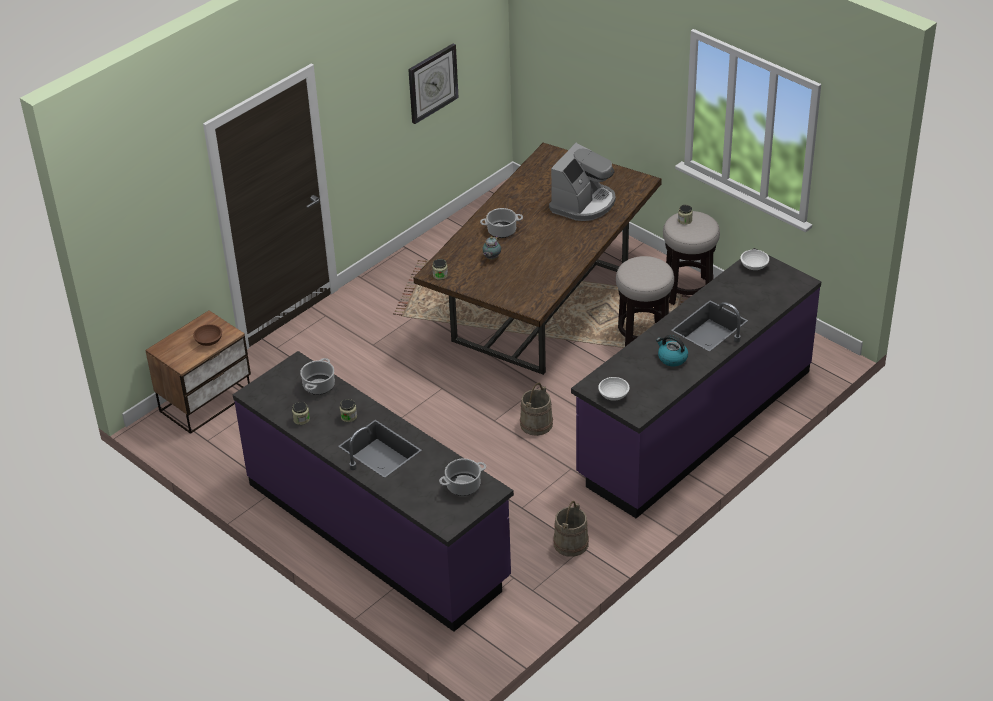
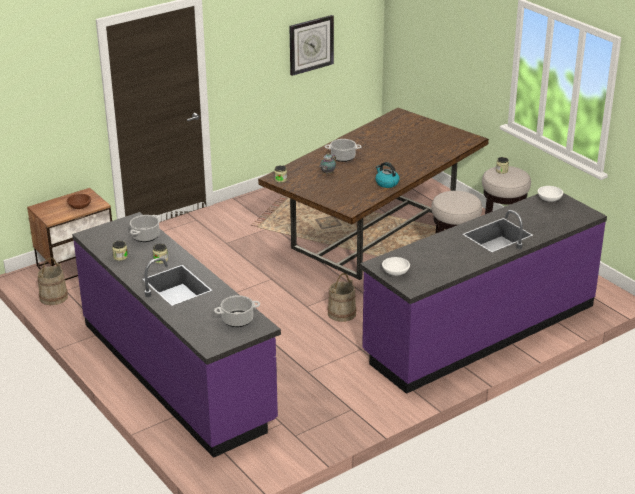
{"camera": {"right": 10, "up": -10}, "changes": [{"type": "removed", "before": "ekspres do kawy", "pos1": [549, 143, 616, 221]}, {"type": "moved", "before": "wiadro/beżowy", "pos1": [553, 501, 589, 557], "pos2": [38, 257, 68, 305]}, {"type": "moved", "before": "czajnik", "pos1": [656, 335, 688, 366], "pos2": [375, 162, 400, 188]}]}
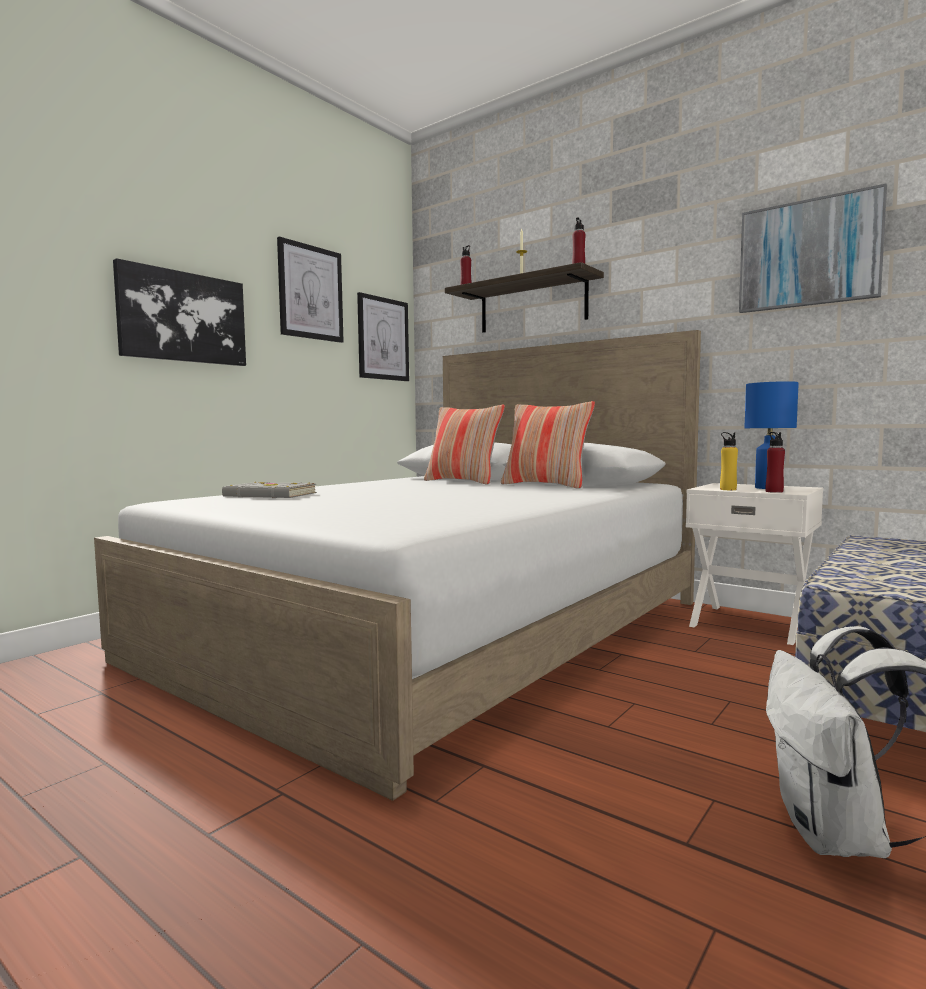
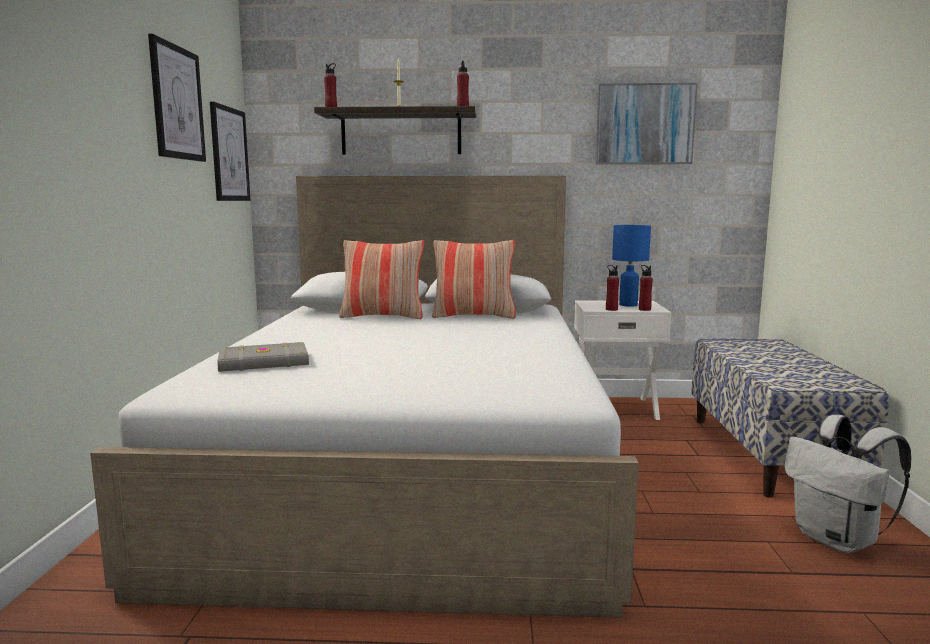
{"camera": {"right": -35, "up": 5}, "changes": [{"type": "removed", "before": "obraz", "pos1": [113, 259, 246, 366]}, {"type": "recoloured", "before": "butelka/żółty", "after": "butelka/czerwony", "pos1": [720, 432, 738, 490], "pos2": [606, 265, 619, 311]}]}
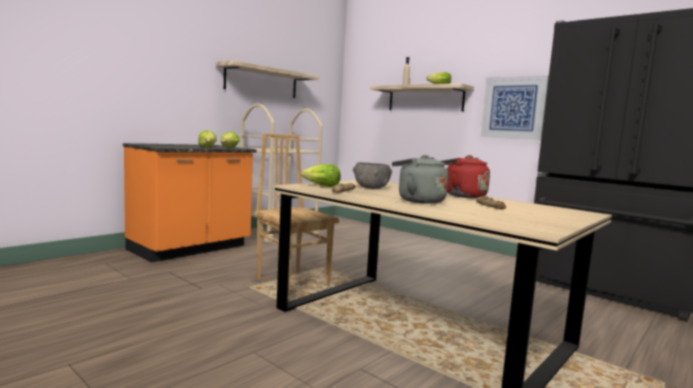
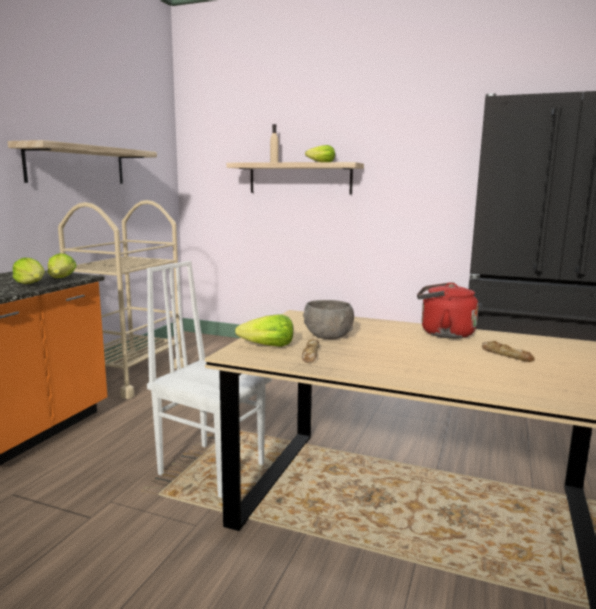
{"camera": {"right": -20, "up": 5}, "changes": [{"type": "recoloured", "before": "krzesło/brązowy", "after": "krzesło/biały", "pos1": [255, 134, 339, 295], "pos2": [147, 261, 272, 498]}, {"type": "removed", "before": "czajnik/szary", "pos1": [392, 155, 448, 204]}, {"type": "removed", "before": "obraz", "pos1": [481, 75, 549, 140]}]}
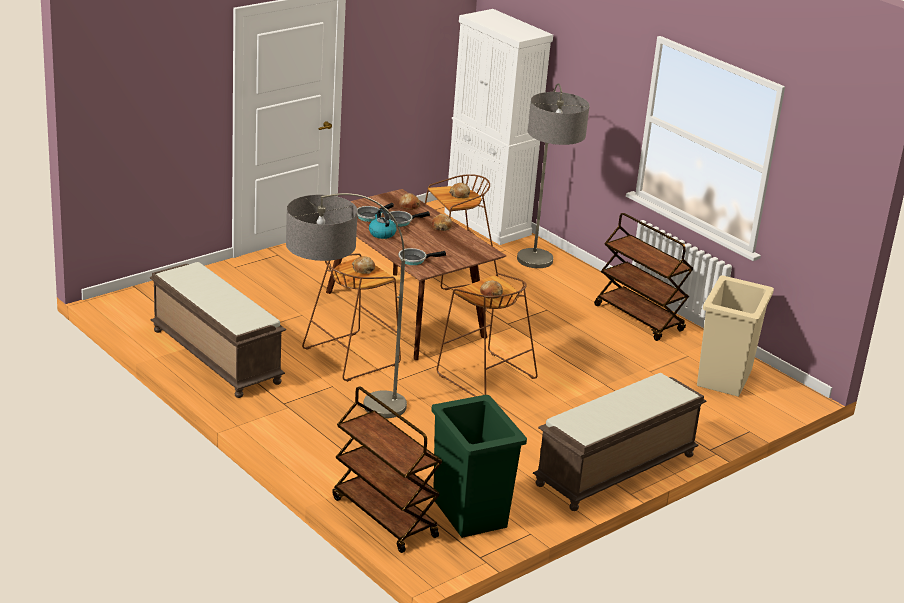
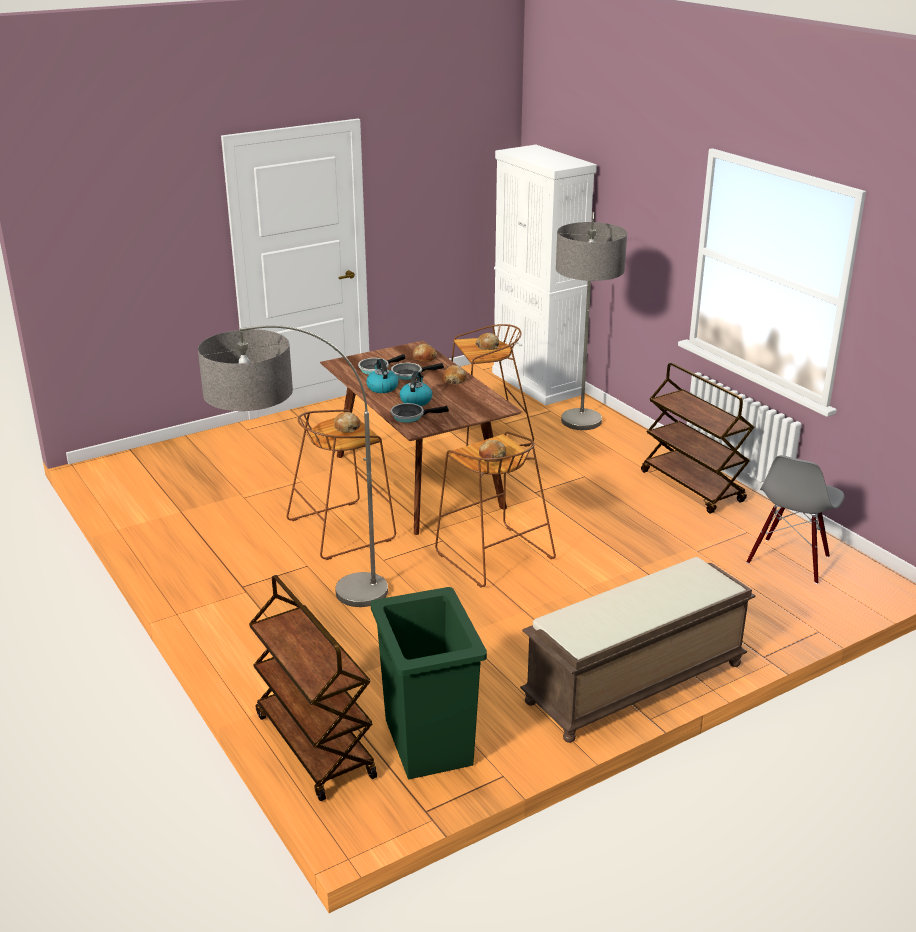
{"camera": {"right": 10, "up": 0}, "changes": [{"type": "removed", "before": "ławka/brązowy", "pos1": [150, 262, 286, 398]}, {"type": "replaced", "before": "kosz na śmieci/beżowy", "after": "krzesło/szary", "pos1": [697, 275, 774, 397], "pos2": [746, 455, 844, 584]}, {"type": "added", "after": "czajnik", "pos2": [400, 371, 432, 406]}]}
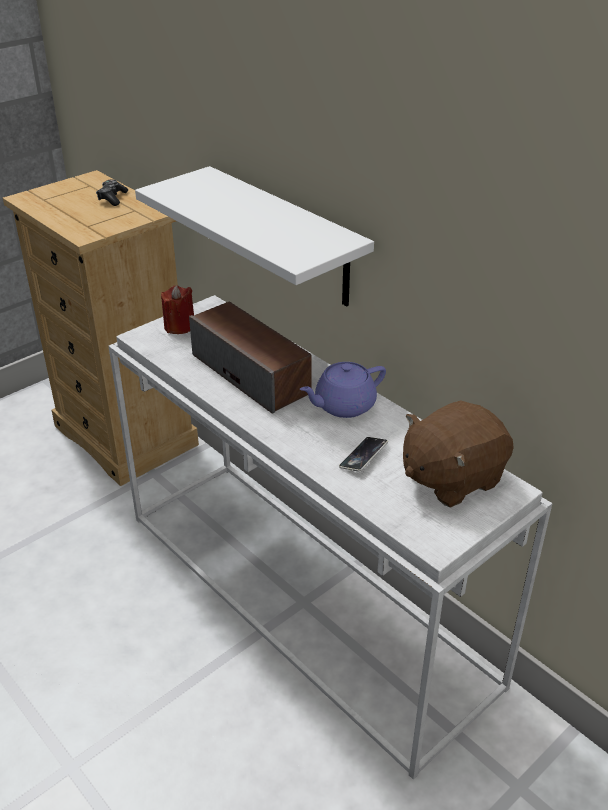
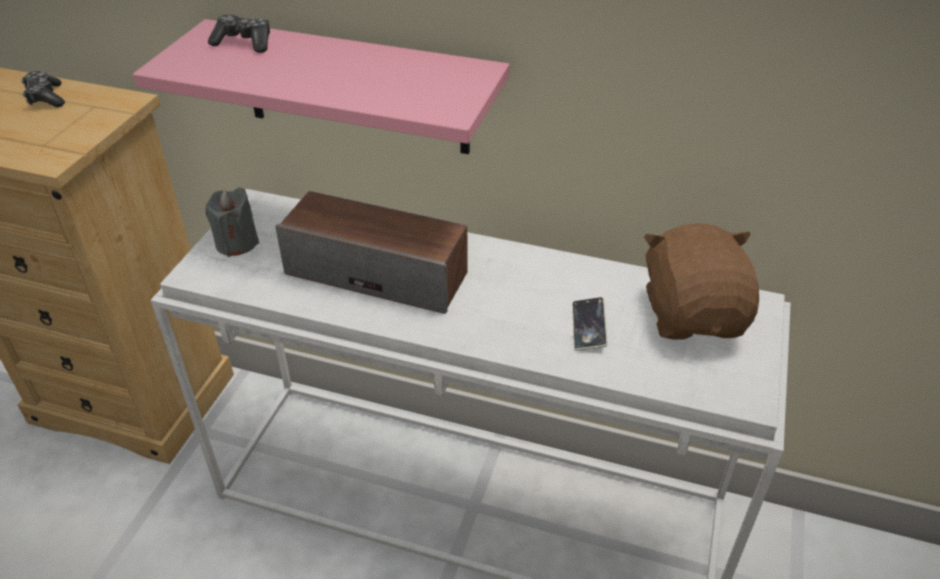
{"camera": {"right": -30, "up": 5}, "changes": [{"type": "recoloured", "before": "półka/biały", "after": "półka/różowy", "pos1": [135, 166, 374, 306], "pos2": [133, 19, 509, 154]}, {"type": "recoloured", "before": "świeca/czerwony", "after": "świeca/szary", "pos1": [161, 285, 194, 334], "pos2": [205, 188, 259, 257]}, {"type": "removed", "before": "imbryk/fioletowy", "pos1": [300, 362, 386, 418]}, {"type": "turned", "before": "pluszak/brązowy", "pos1": [403, 400, 514, 508], "pos2": [644, 223, 759, 340], "turn": 150}, {"type": "added", "after": "pad do gier", "pos2": [208, 14, 270, 53]}]}
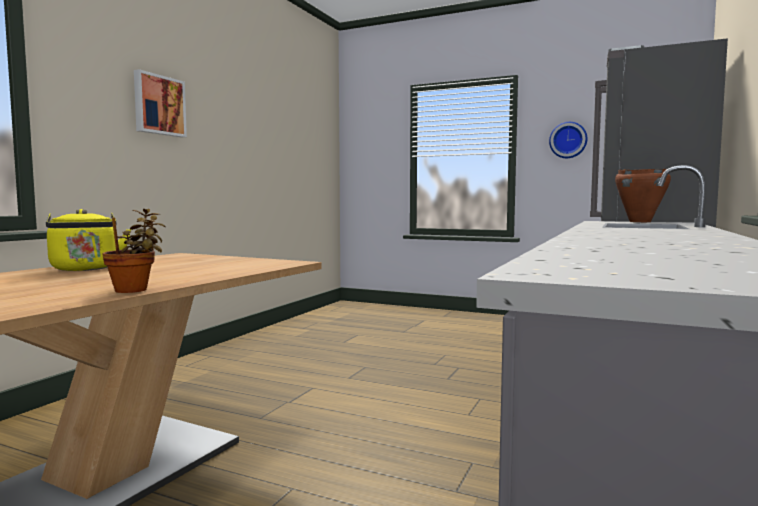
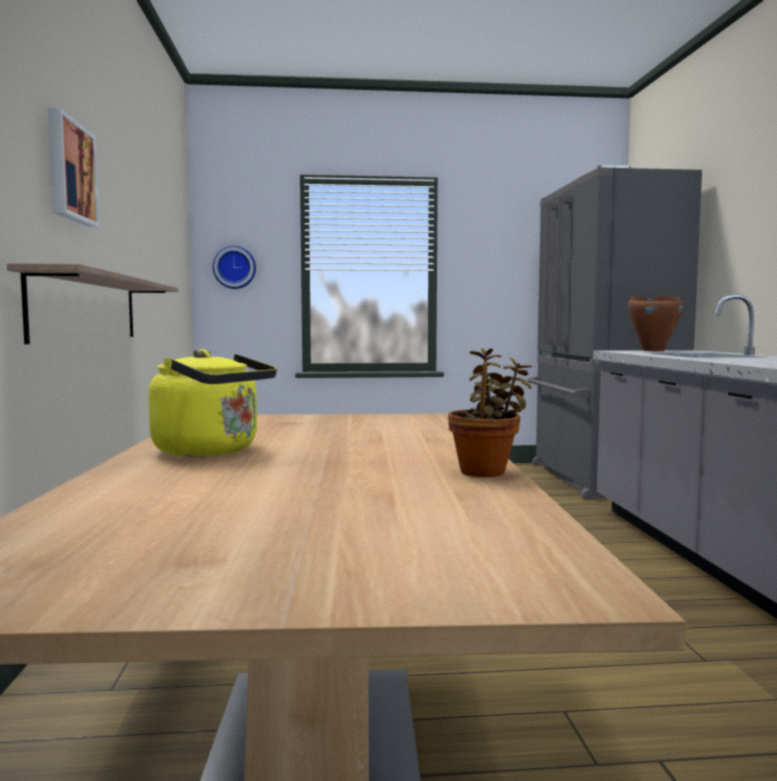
{"camera": {"right": -30, "up": 0}, "changes": [{"type": "moved", "before": "zegar ścienny", "pos1": [549, 122, 587, 158], "pos2": [213, 246, 256, 289]}, {"type": "added", "after": "półka", "pos2": [7, 263, 178, 344]}]}
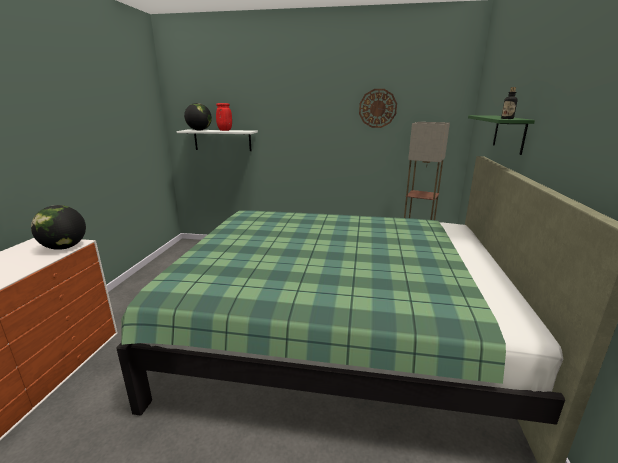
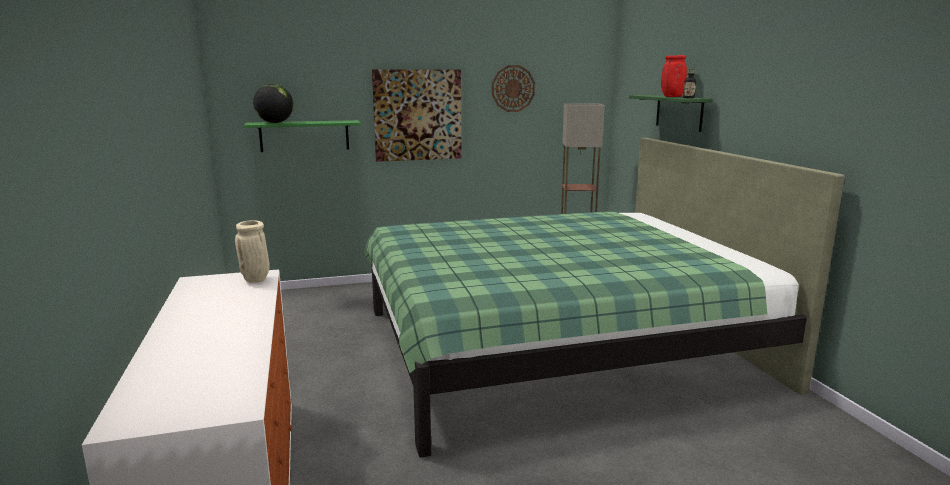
{"camera": {"right": -25, "up": -5}, "changes": [{"type": "replaced", "before": "globus", "after": "wazon/beżowy", "pos1": [31, 205, 86, 250], "pos2": [235, 220, 270, 283]}, {"type": "recoloured", "before": "półka/biały", "after": "półka/zielony", "pos1": [177, 130, 258, 151], "pos2": [244, 120, 361, 152]}, {"type": "moved", "before": "wazon/czerwony", "pos1": [216, 103, 232, 131], "pos2": [661, 55, 687, 97]}, {"type": "added", "after": "obraz", "pos2": [372, 69, 461, 162]}]}
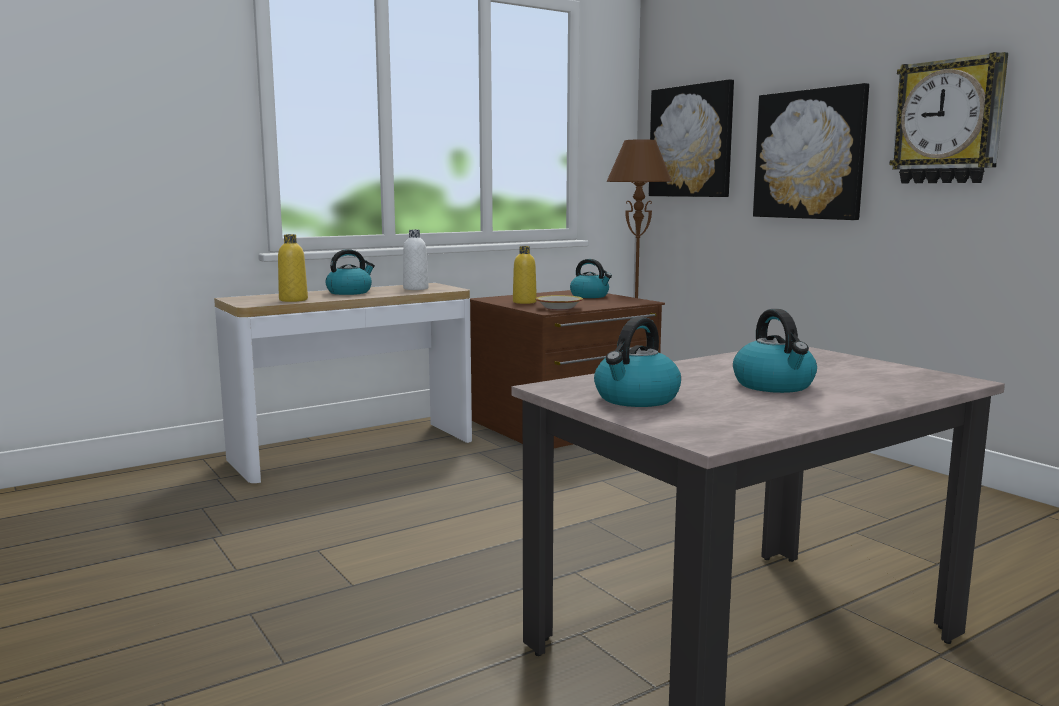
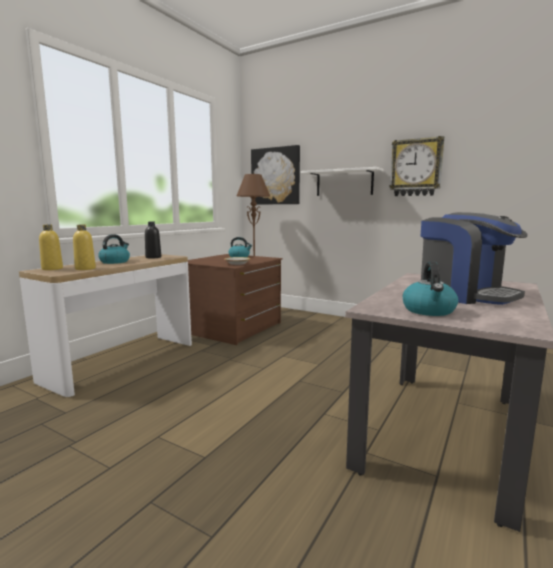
{"camera": {"right": -25, "up": 0}, "changes": [{"type": "recoloured", "before": "butelka/biały", "after": "butelka/czarny", "pos1": [403, 230, 429, 290], "pos2": [145, 222, 161, 259]}, {"type": "moved", "before": "butelka/żółty", "pos1": [513, 246, 537, 304], "pos2": [39, 225, 63, 270]}, {"type": "replaced", "before": "czajnik", "after": "ekspres do kawy", "pos1": [733, 309, 817, 393], "pos2": [421, 212, 528, 305]}, {"type": "replaced", "before": "obraz", "after": "półka/biały", "pos1": [753, 83, 869, 220], "pos2": [301, 167, 383, 196]}]}
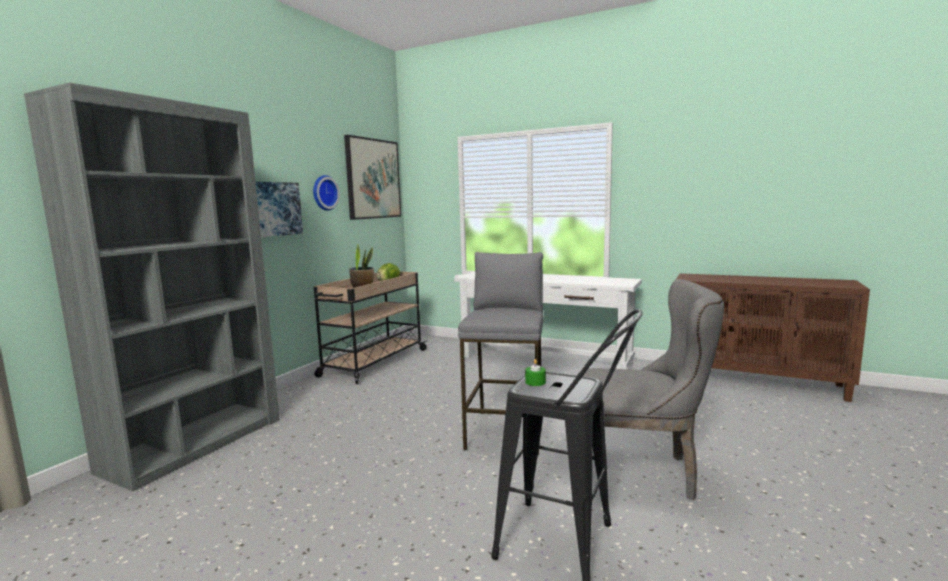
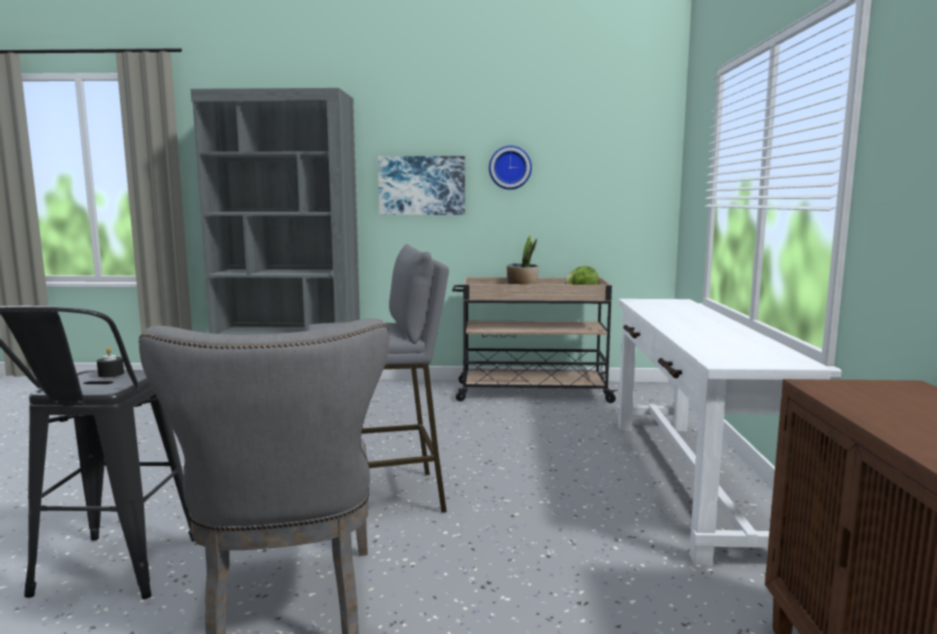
{"camera": {"right": 65, "up": 0}, "changes": [{"type": "removed", "before": "obraz", "pos1": [344, 135, 401, 220]}, {"type": "recoloured", "before": "świeca/zielony", "after": "świeca/czarny", "pos1": [525, 359, 546, 386], "pos2": [97, 347, 124, 377]}]}
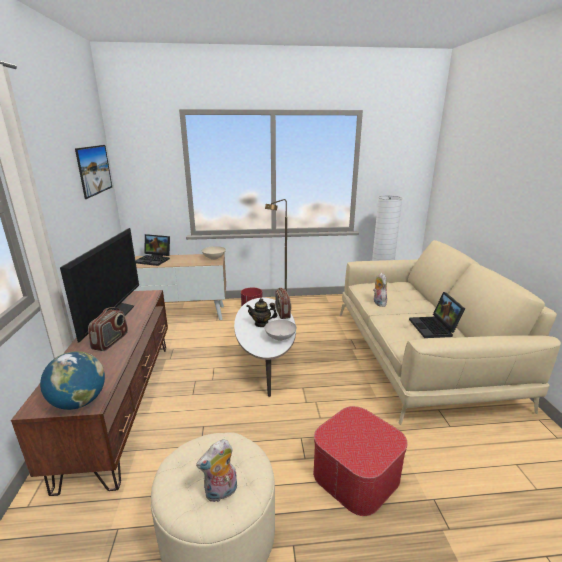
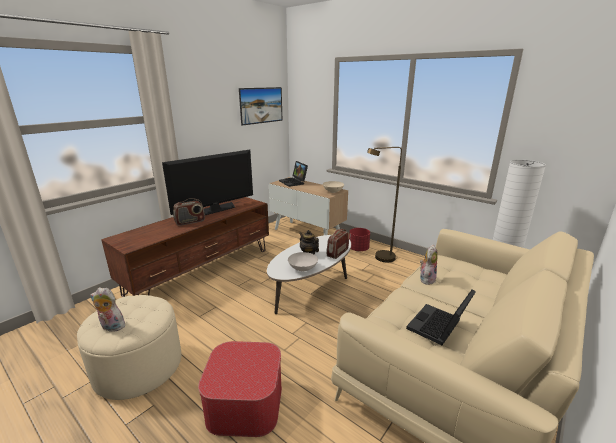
{"camera": {"right": 45, "up": 0}, "changes": [{"type": "removed", "before": "globus", "pos1": [40, 351, 105, 410]}]}
